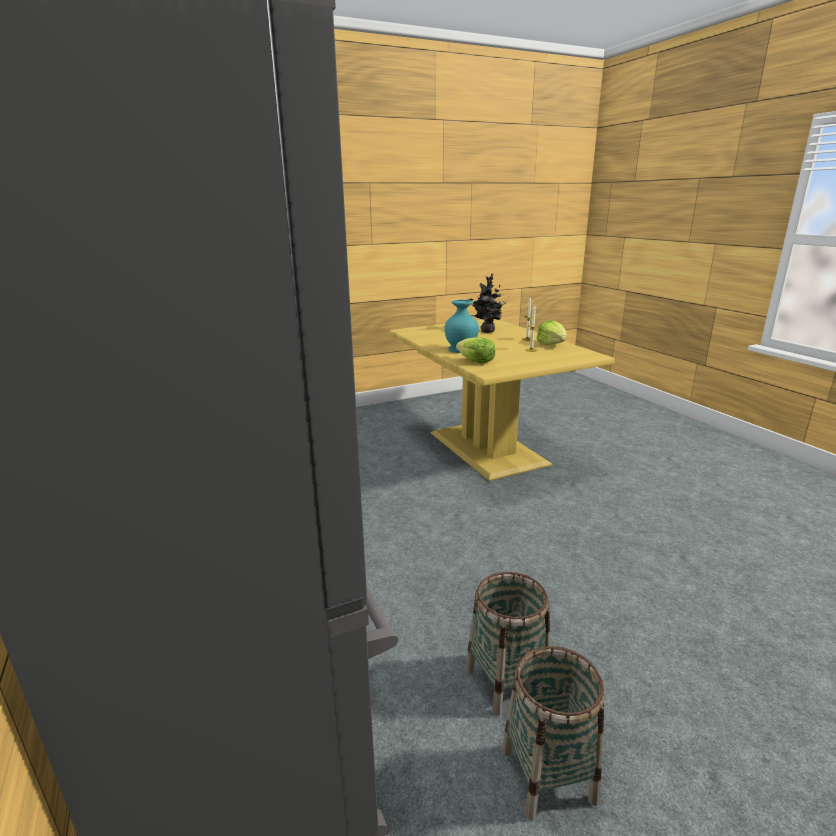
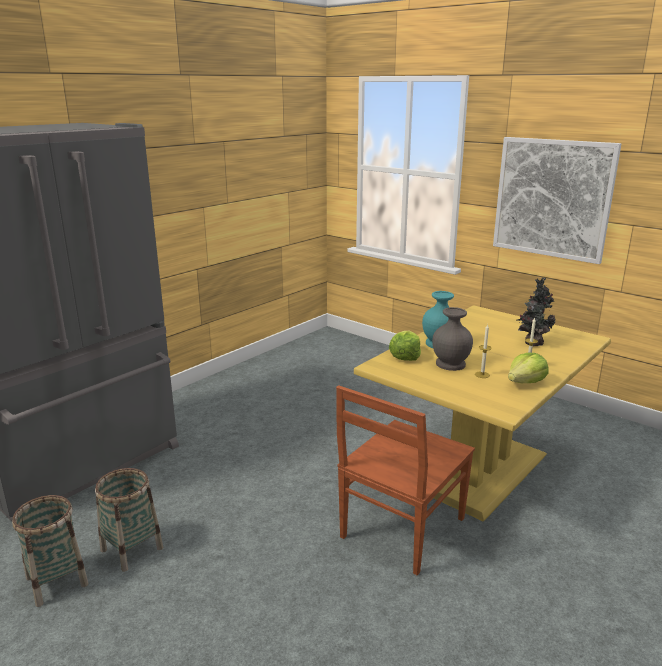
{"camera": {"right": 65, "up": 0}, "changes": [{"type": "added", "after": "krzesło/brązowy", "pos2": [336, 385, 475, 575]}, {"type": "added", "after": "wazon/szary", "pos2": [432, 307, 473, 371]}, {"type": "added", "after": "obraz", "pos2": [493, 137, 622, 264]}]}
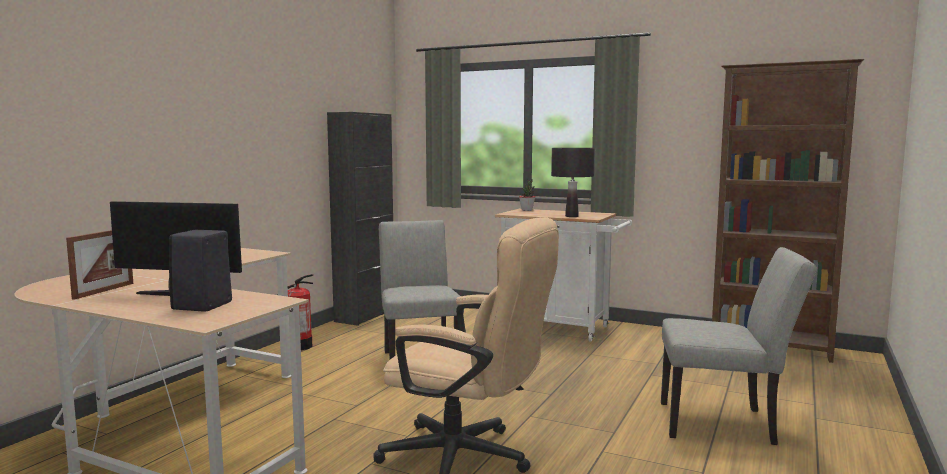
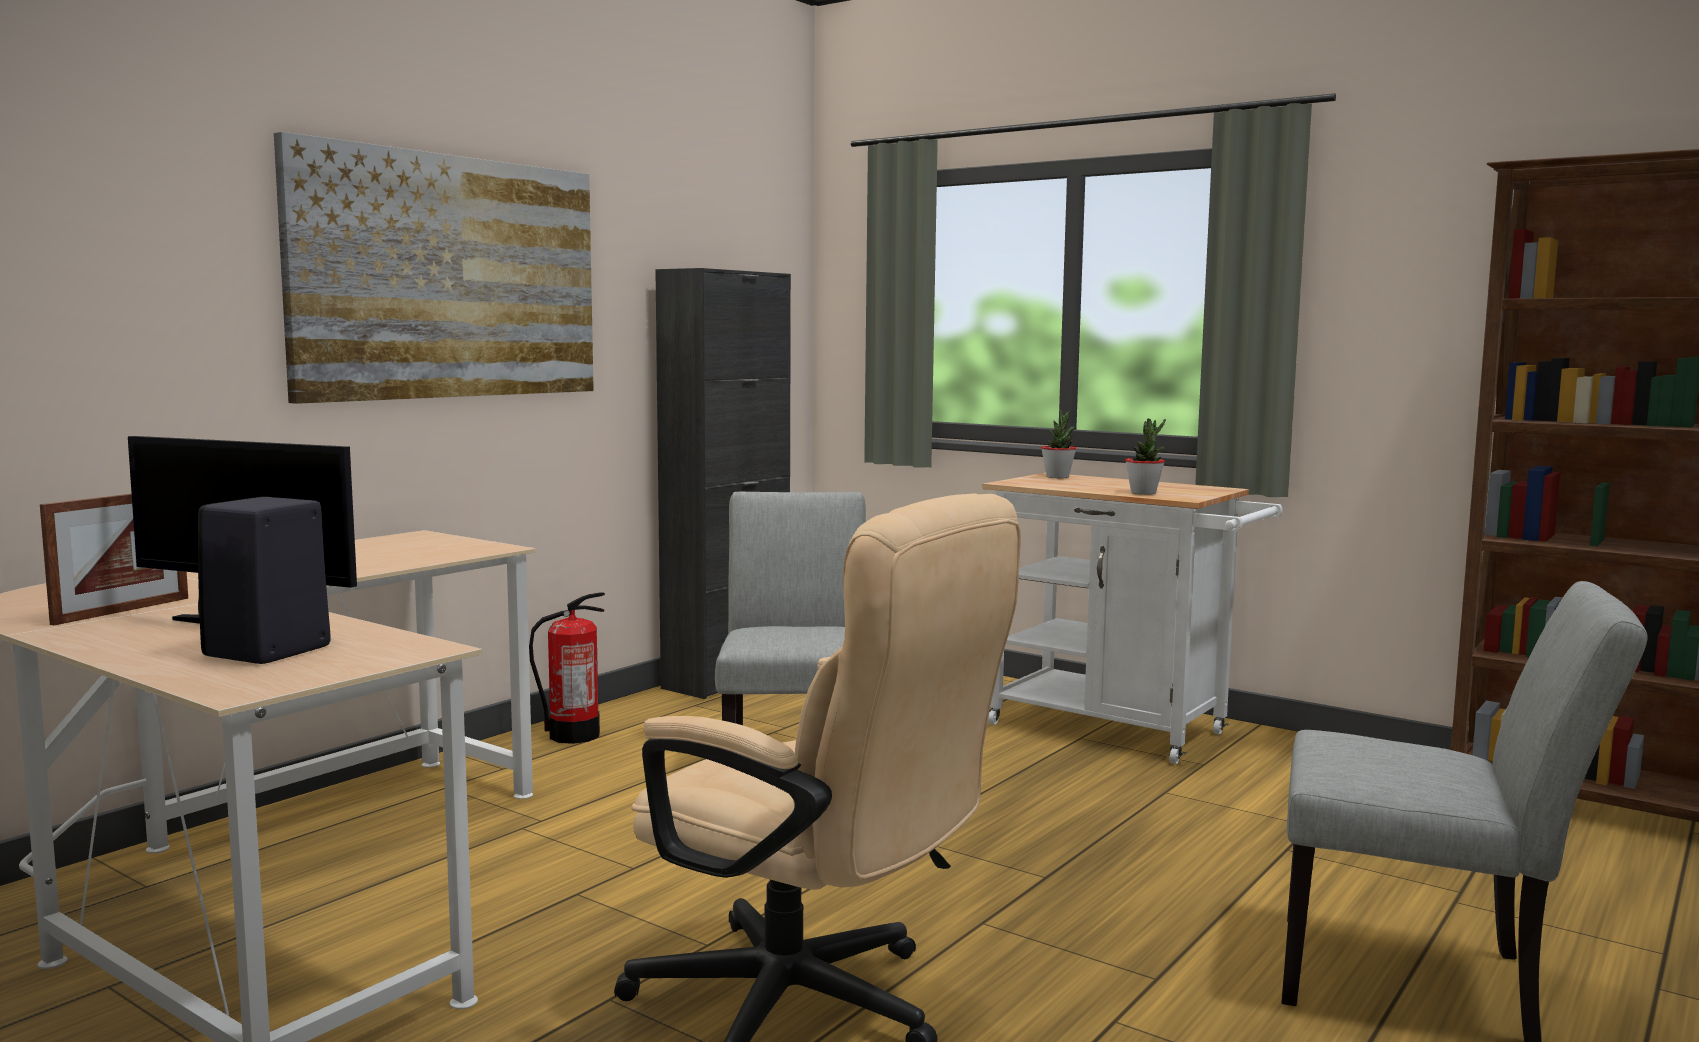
{"camera": {"right": 10, "up": 0}, "changes": [{"type": "replaced", "before": "lampa stołowa/czarny", "after": "roślina doniczkowa", "pos1": [551, 148, 595, 217], "pos2": [1125, 419, 1166, 495]}, {"type": "added", "after": "obraz", "pos2": [274, 132, 594, 404]}]}
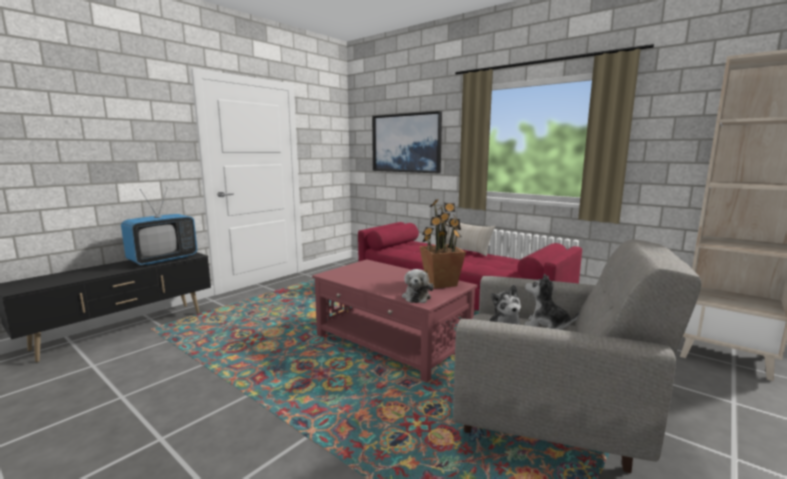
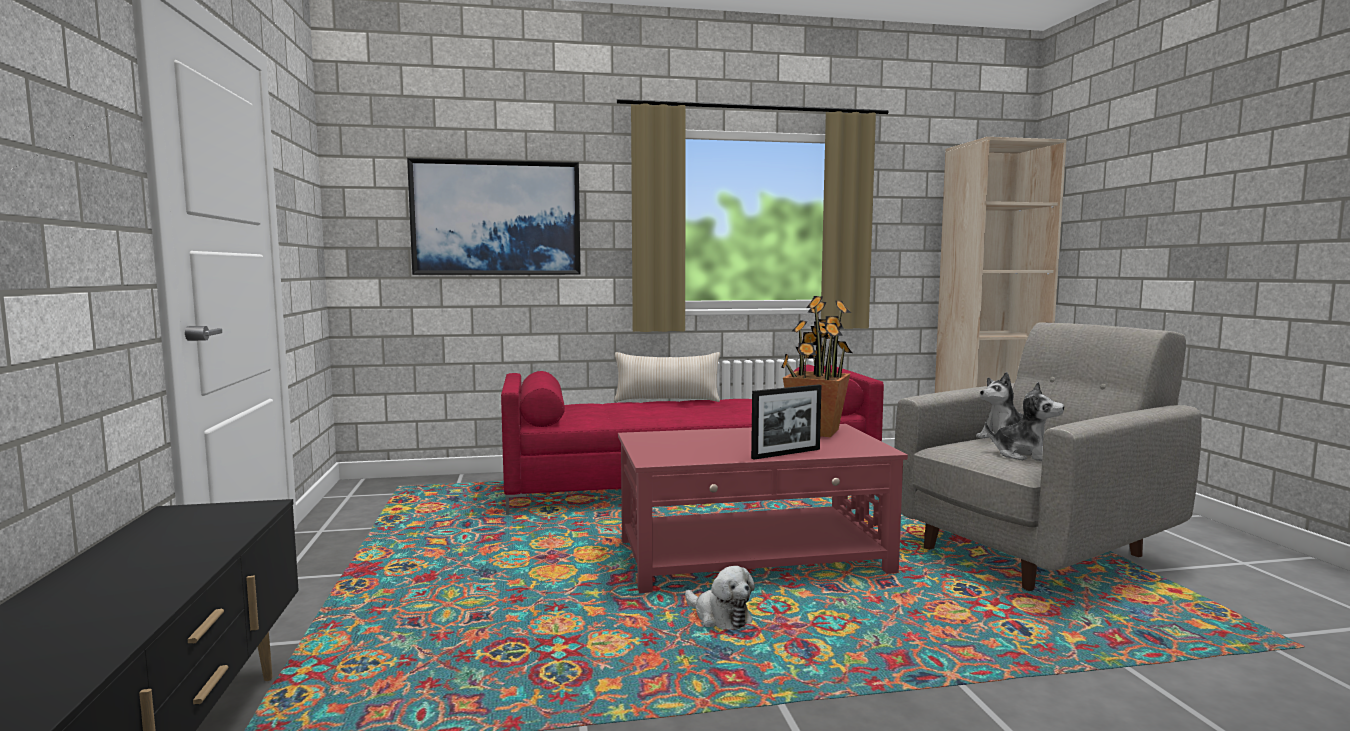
{"camera": {"right": -50, "up": -5}, "changes": [{"type": "removed", "before": "telewizor", "pos1": [121, 187, 197, 265]}, {"type": "moved", "before": "pluszak", "pos1": [402, 269, 433, 303], "pos2": [685, 566, 755, 630]}, {"type": "added", "after": "ramka na zdjęcie", "pos2": [751, 384, 821, 460]}]}
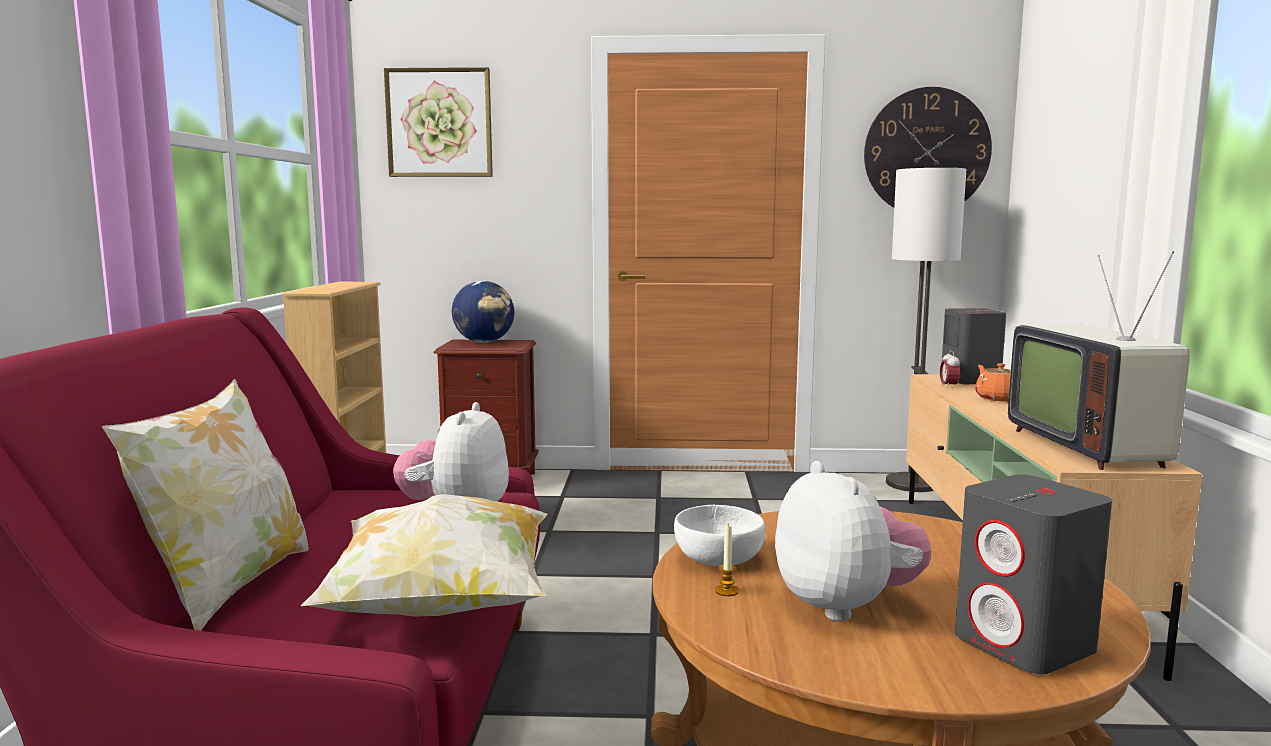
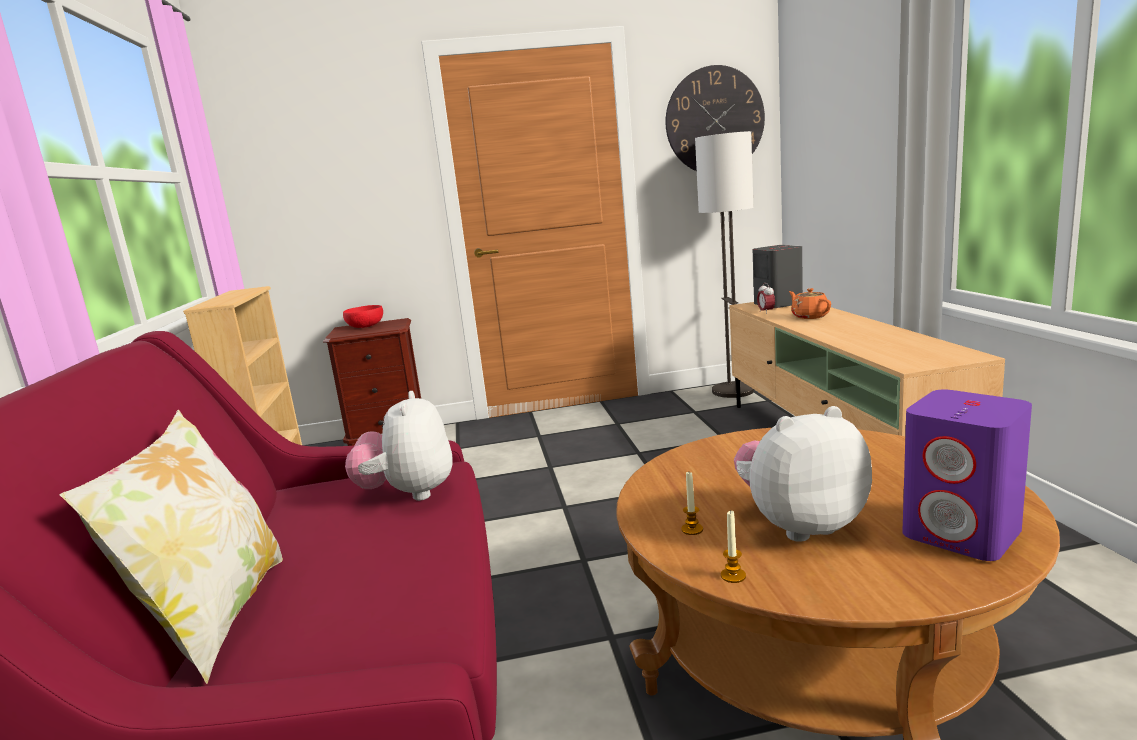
{"camera": {"right": -10, "up": 5}, "changes": [{"type": "removed", "before": "poduszka", "pos1": [301, 494, 548, 617]}, {"type": "removed", "before": "obraz", "pos1": [384, 67, 493, 177]}, {"type": "replaced", "before": "globus", "after": "miska/czerwony", "pos1": [452, 281, 514, 343], "pos2": [343, 305, 383, 328]}, {"type": "removed", "before": "miska/biały", "pos1": [674, 505, 765, 566]}, {"type": "turned", "before": "pluszak", "pos1": [775, 461, 931, 622], "pos2": [734, 406, 872, 542], "turn": -75}, {"type": "recoloured", "before": "głośnik/szary", "after": "głośnik/fioletowy", "pos1": [955, 474, 1112, 674], "pos2": [902, 389, 1032, 561]}, {"type": "removed", "before": "telewizor", "pos1": [1008, 251, 1190, 470]}, {"type": "added", "after": "świeca", "pos2": [721, 510, 746, 583]}]}
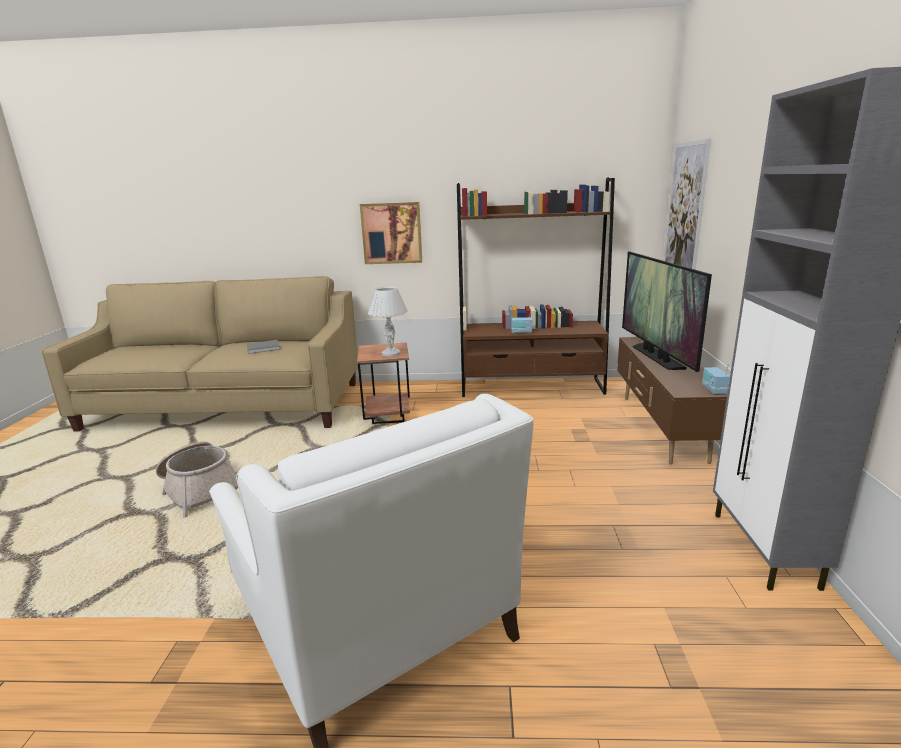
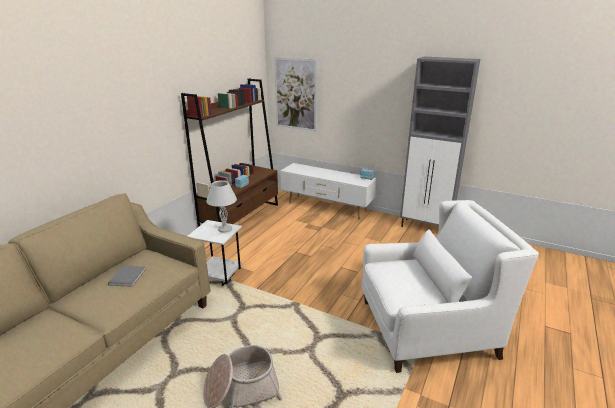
{"camera": {"right": -65, "up": 5}, "changes": [{"type": "recoloured", "before": "stolik/brązowy", "after": "stolik/biały", "pos1": [357, 342, 410, 424], "pos2": [188, 220, 242, 286]}, {"type": "removed", "before": "obraz", "pos1": [360, 202, 422, 264]}, {"type": "recoloured", "before": "szafka pod telewizor/brązowy", "after": "szafka pod telewizor/biały", "pos1": [617, 337, 728, 464], "pos2": [280, 163, 377, 219]}, {"type": "removed", "before": "telewizor", "pos1": [622, 252, 712, 372]}]}
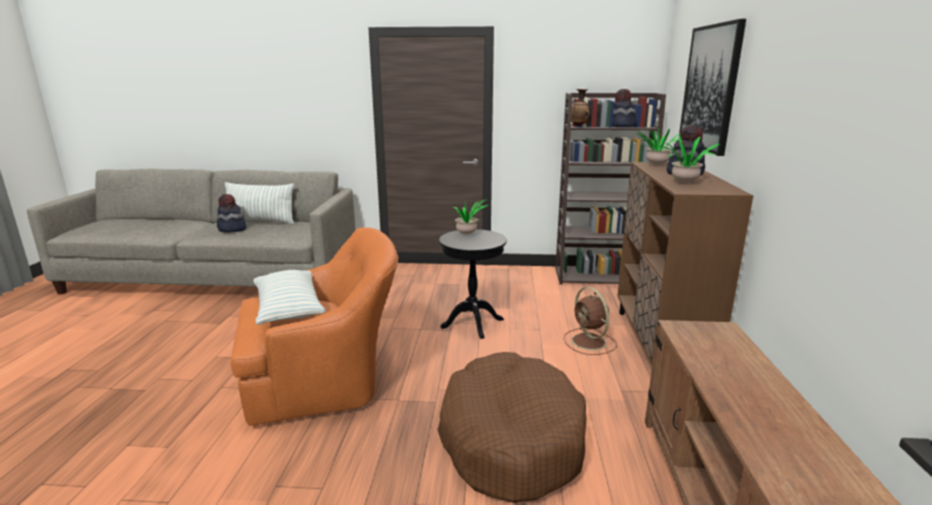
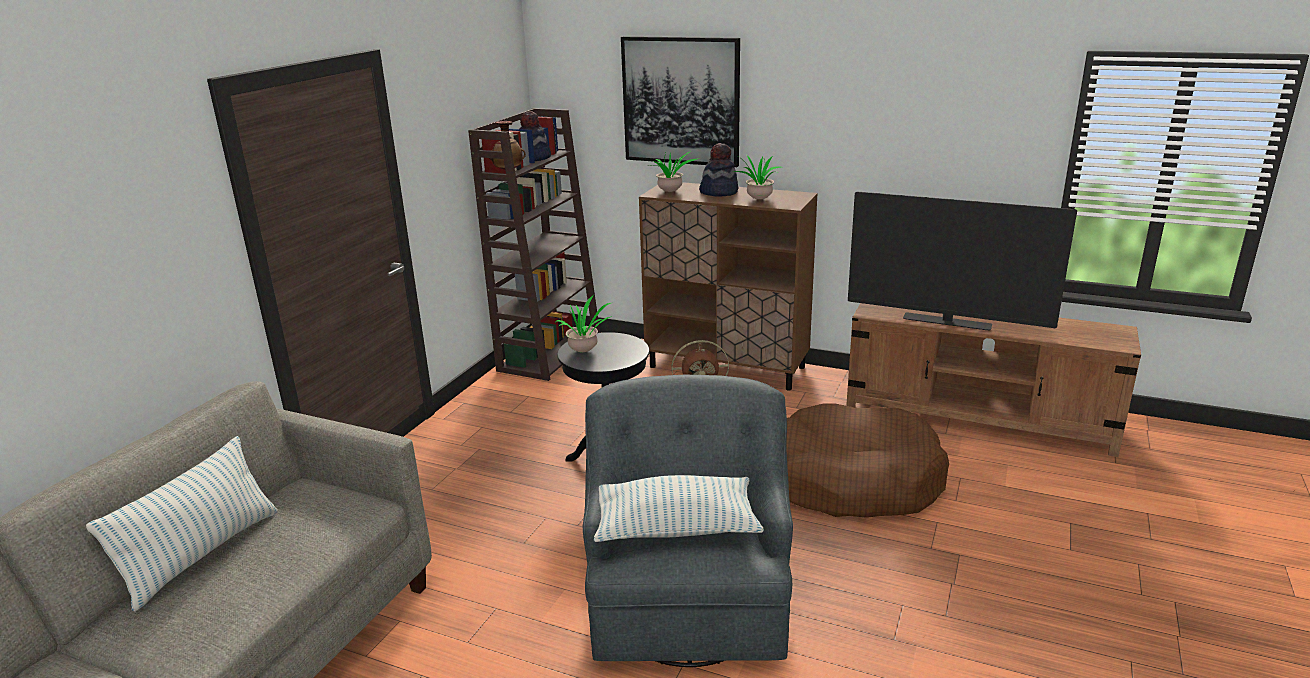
{"camera": {"right": -70, "up": 5}, "changes": [{"type": "removed", "before": "kapelusz", "pos1": [217, 194, 246, 232]}, {"type": "recoloured", "before": "fotel/pomarańczowy", "after": "fotel/szary", "pos1": [231, 227, 398, 426], "pos2": [583, 375, 793, 667]}, {"type": "added", "after": "telewizor", "pos2": [848, 191, 1077, 330]}]}
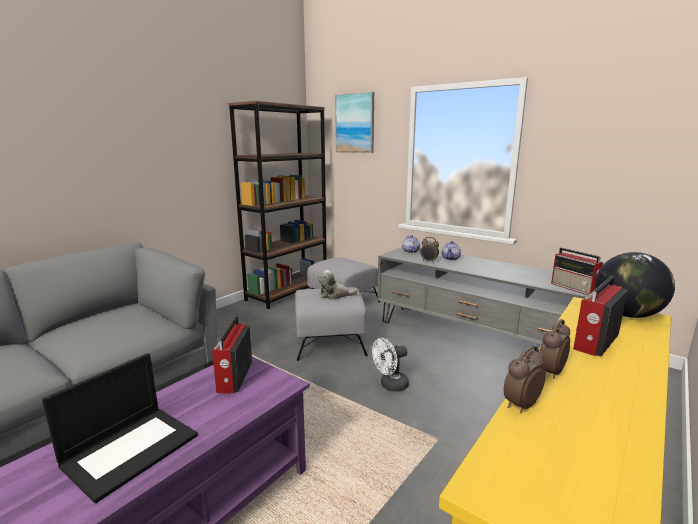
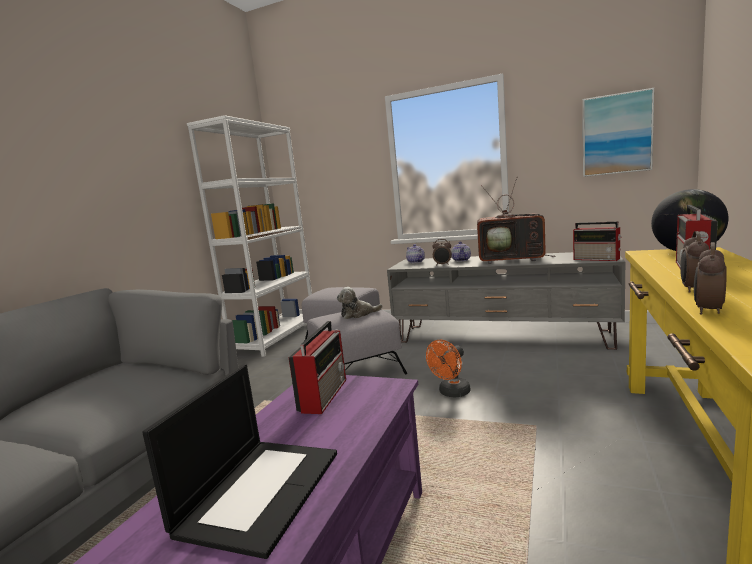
{"camera": {"right": -15, "up": -5}, "changes": [{"type": "turned", "before": "radio", "pos1": [212, 316, 252, 393], "pos2": [288, 321, 346, 414], "turn": -150}, {"type": "recoloured", "before": "regał/brązowy", "after": "regał/biały", "pos1": [229, 101, 327, 309], "pos2": [187, 115, 312, 357]}, {"type": "moved", "before": "obraz", "pos1": [335, 92, 374, 153], "pos2": [583, 88, 654, 177]}, {"type": "recoloured", "before": "wentylator/biały", "after": "wentylator/pomarańczowy", "pos1": [372, 338, 409, 392], "pos2": [426, 340, 470, 398]}, {"type": "added", "after": "telewizor", "pos2": [477, 177, 556, 264]}]}
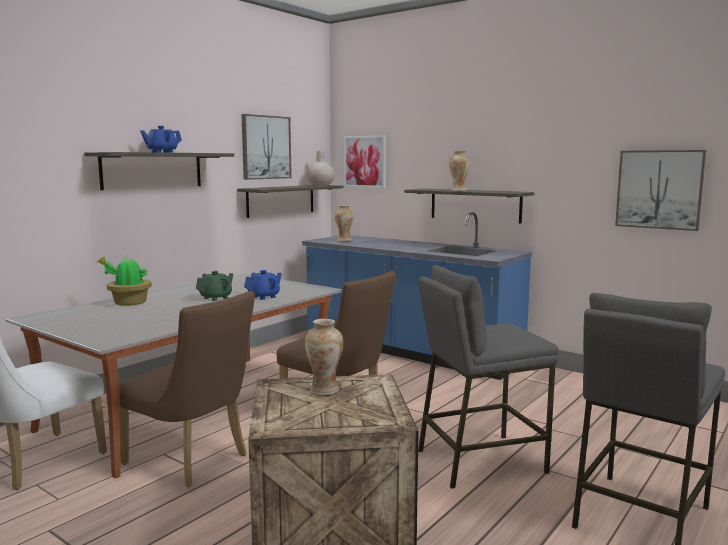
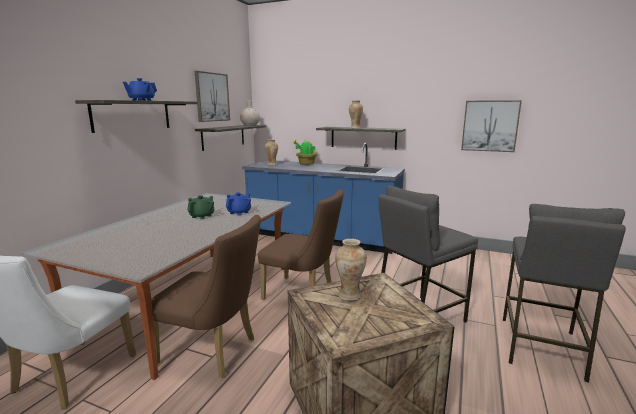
{"camera": {"right": -15, "up": 5}, "changes": [{"type": "moved", "before": "roślina doniczkowa", "pos1": [97, 256, 152, 306], "pos2": [292, 140, 317, 165]}, {"type": "removed", "before": "obraz", "pos1": [343, 135, 386, 188]}]}
